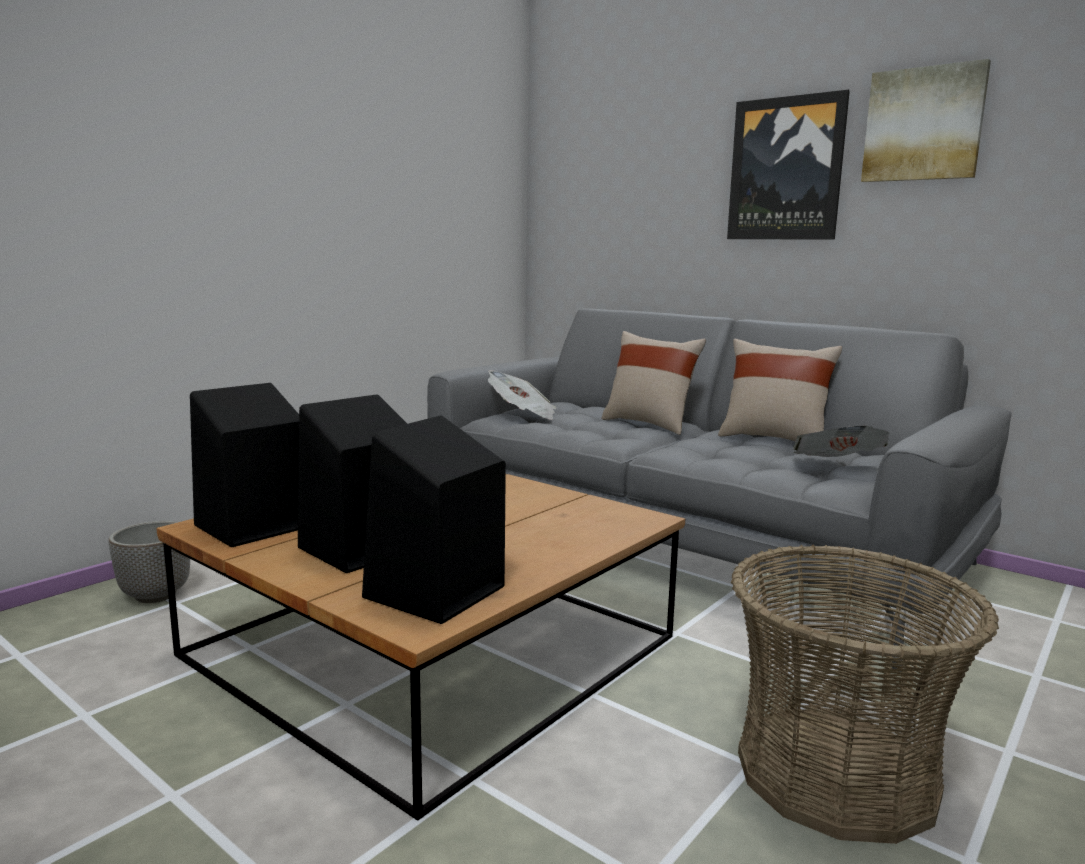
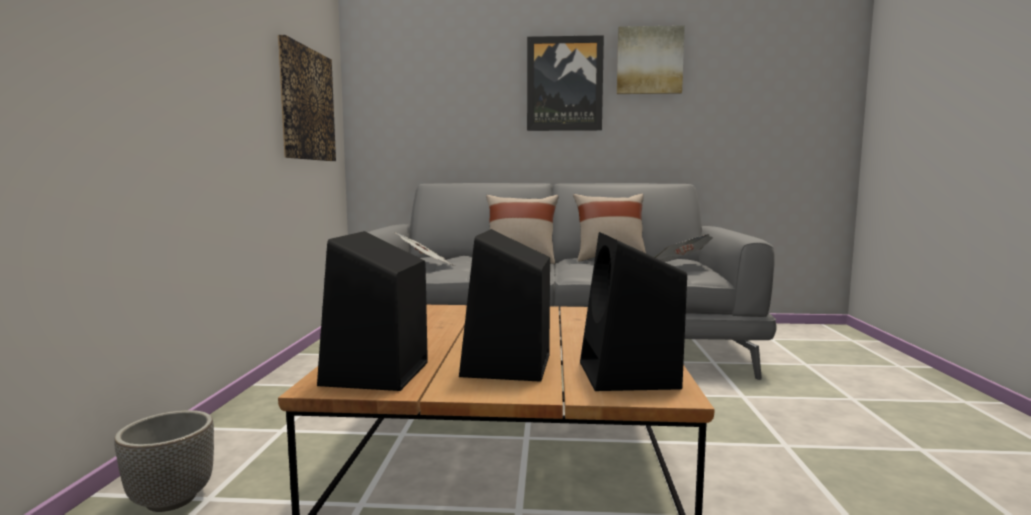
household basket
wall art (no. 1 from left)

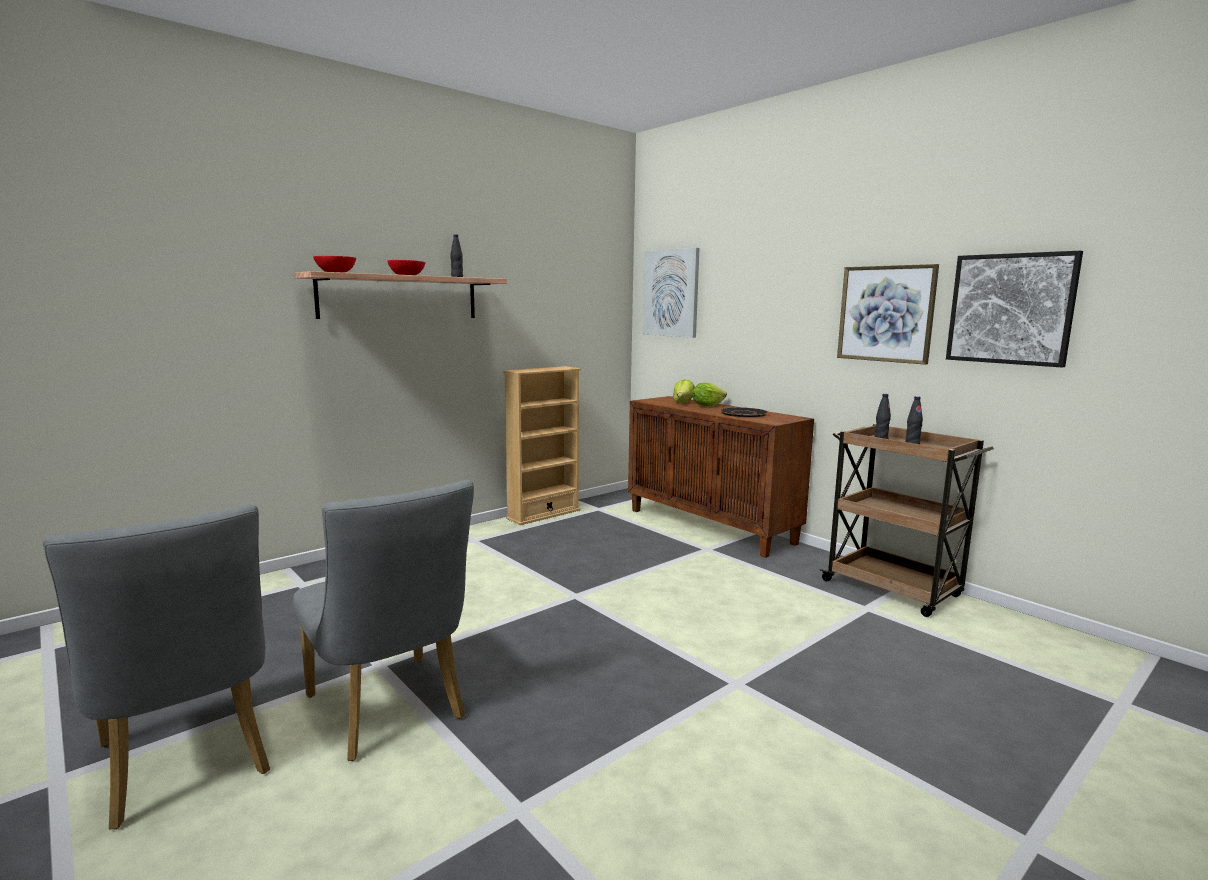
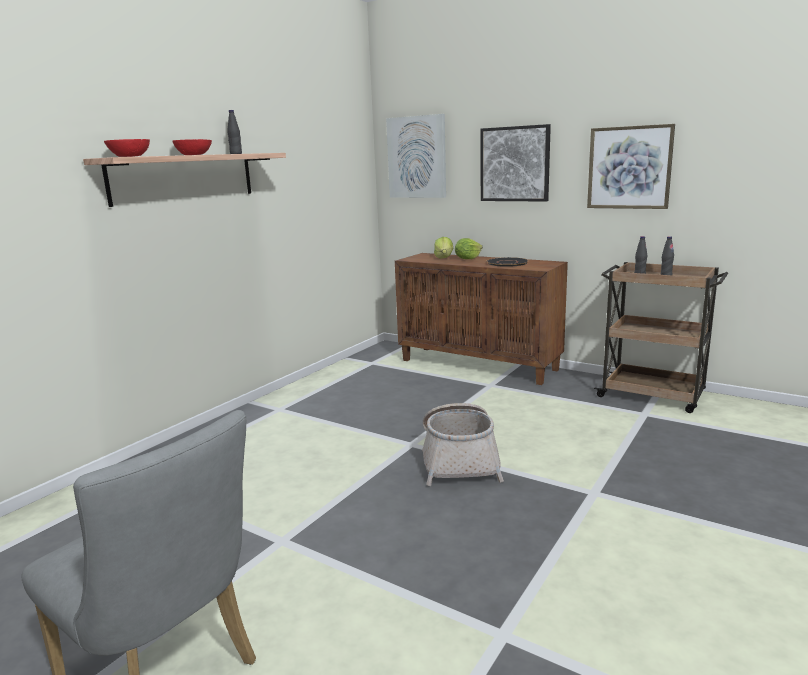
wall art (no. 2 from left)
beige-coloured bookshelf
gray upright chair (no. 2 from left in the first image)
household basket

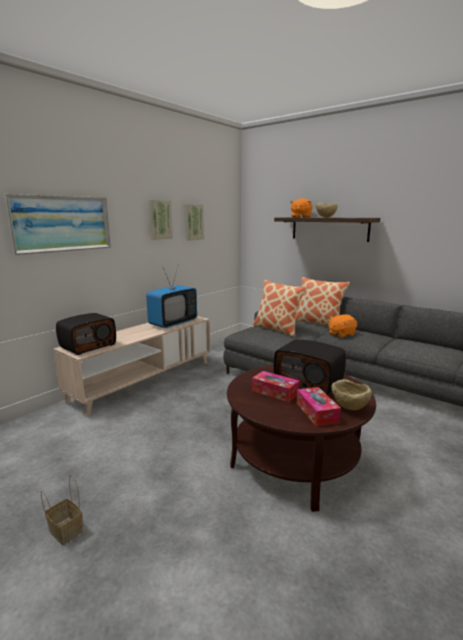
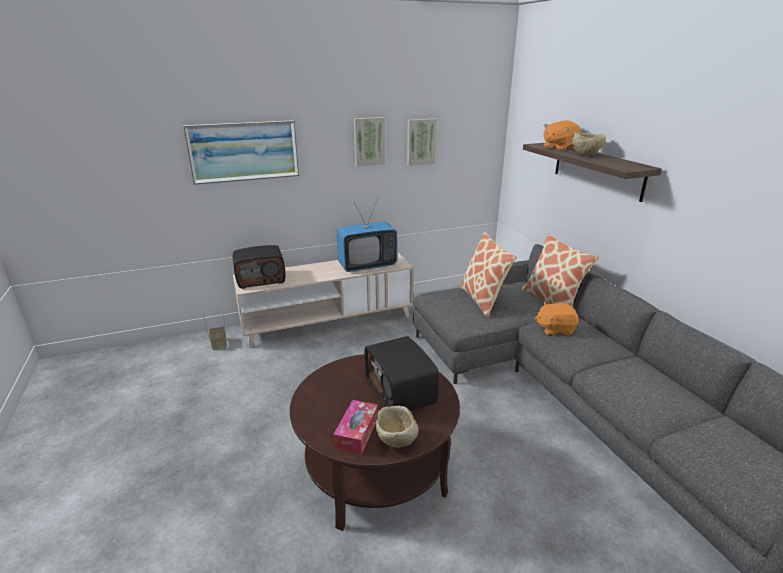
box of tissues (no. 1 from left in the first image)
household basket

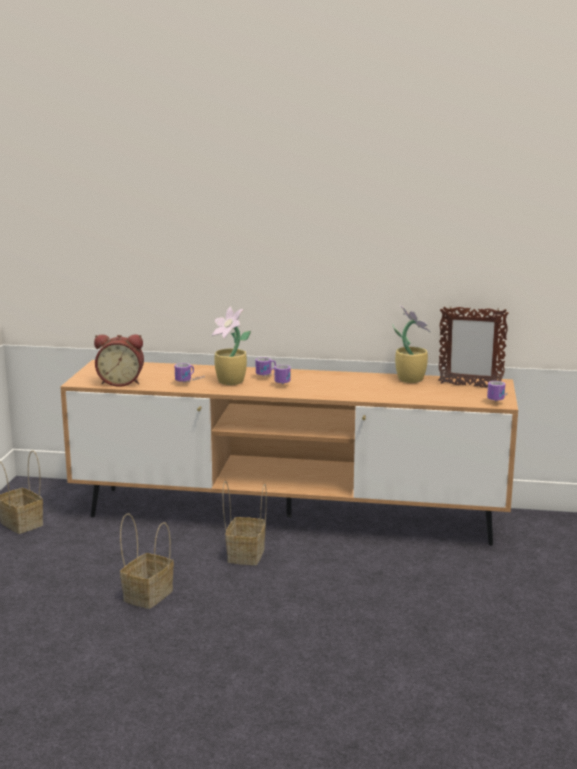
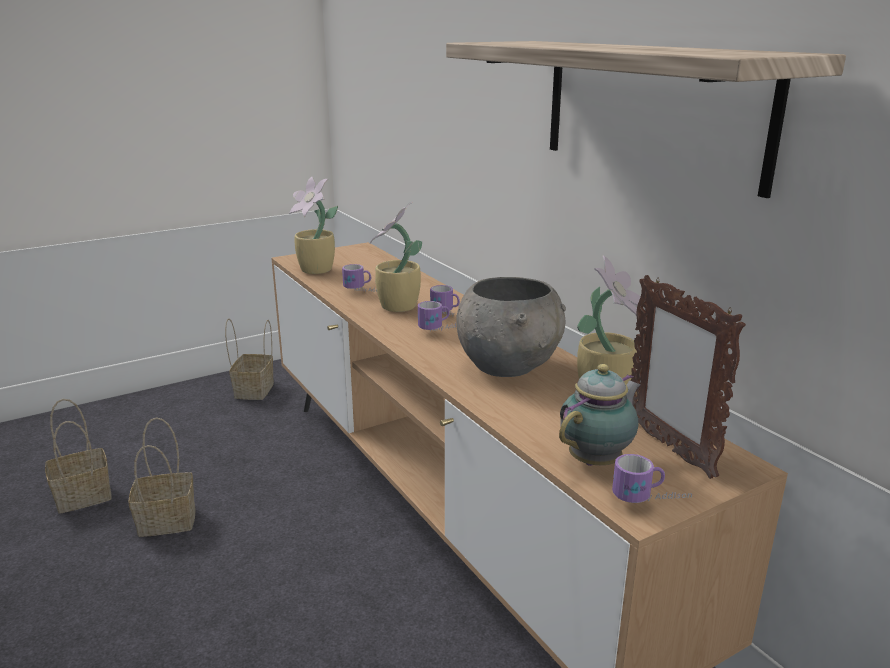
houseplant (no. 1 from left)
household basket (no. 1 from left)
bracket shelf
gray serving bowl
tea pot

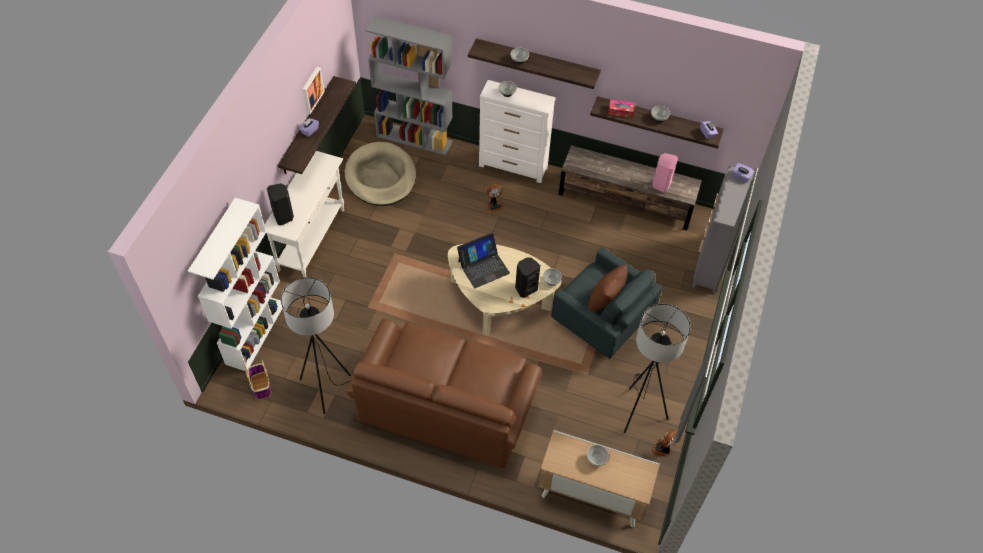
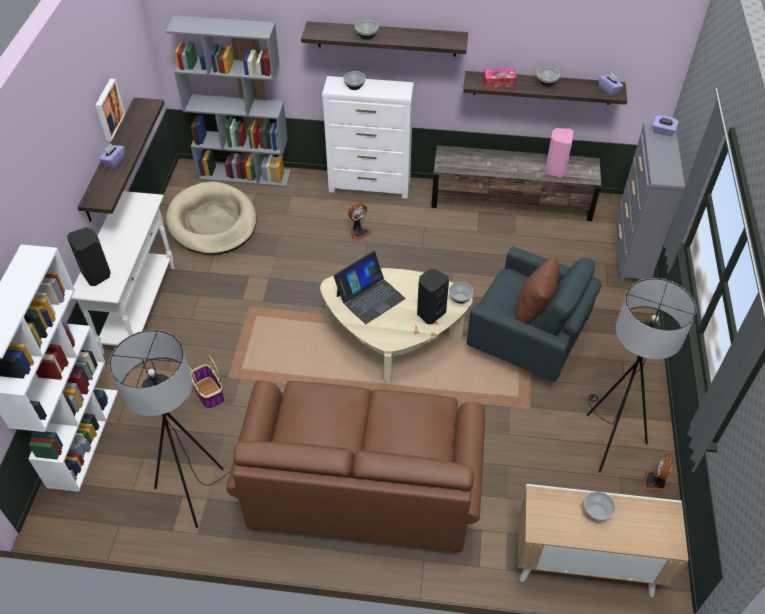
household basket

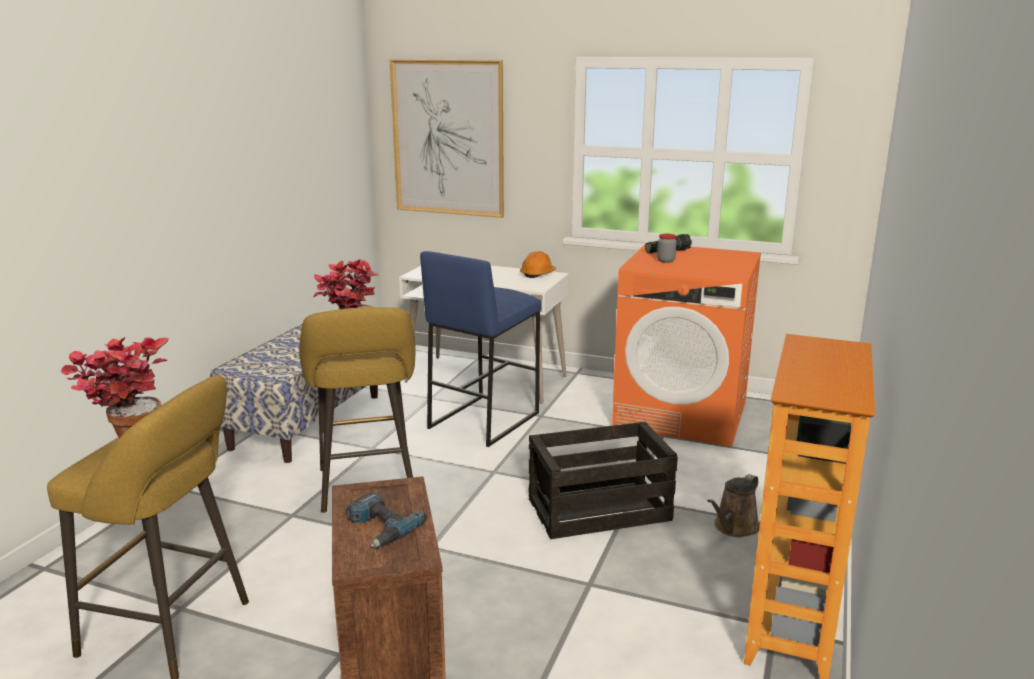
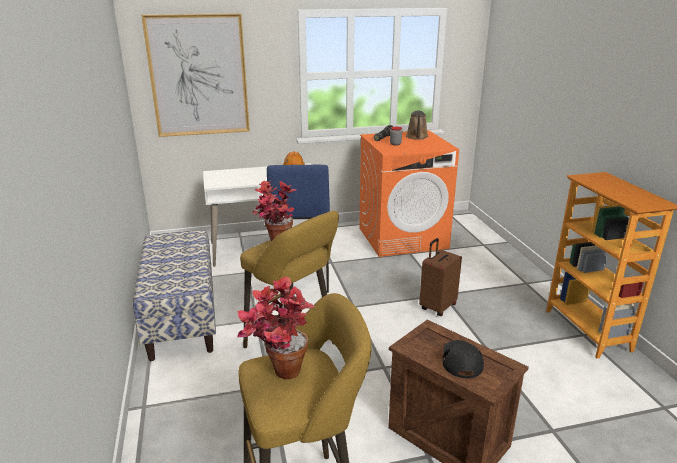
brownish suitcase
brownish watering can
black baseball cap

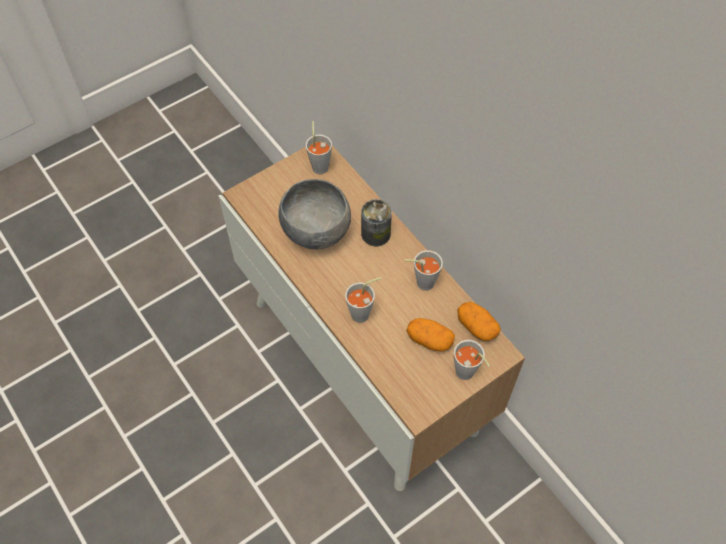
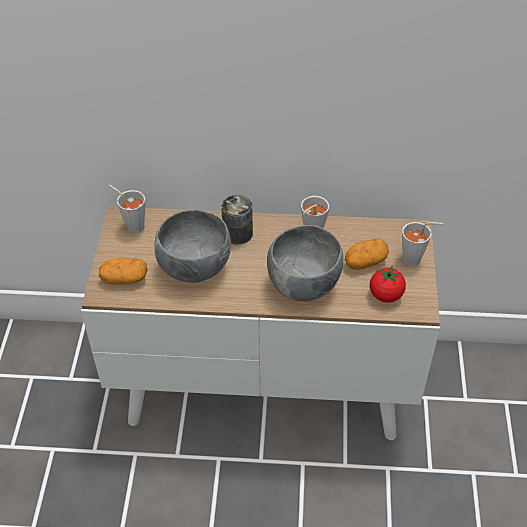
gray serving bowl (no. 2 from left)
potato (no. 1 from left)
tomato

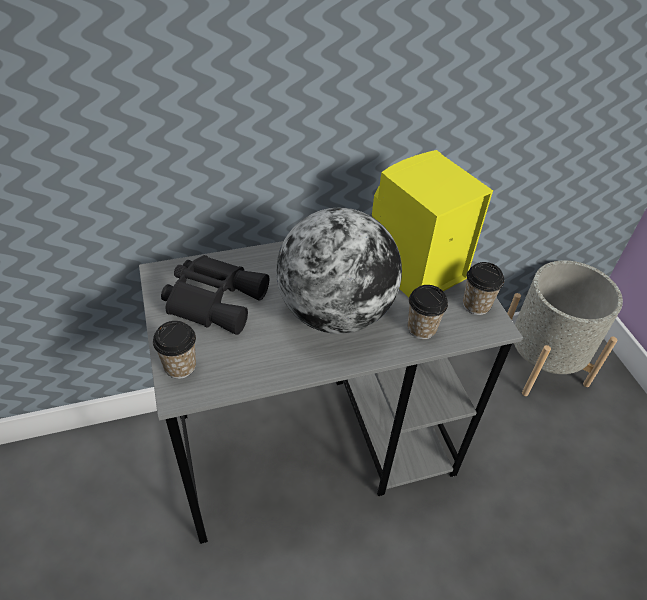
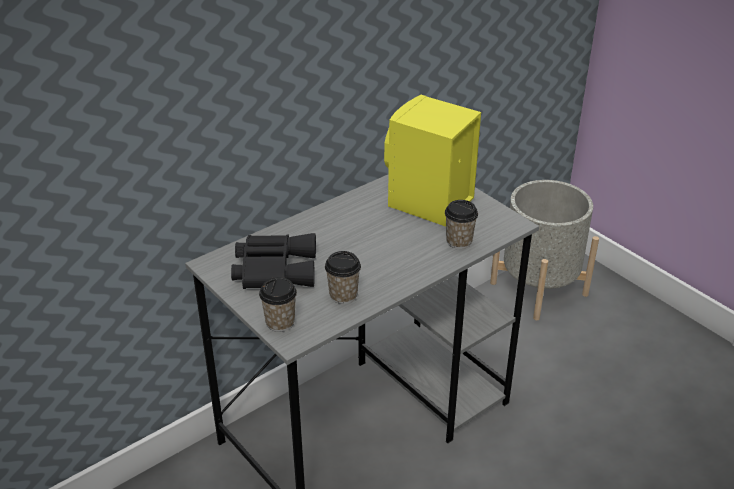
desk globe
small cup (no. 2 from left)

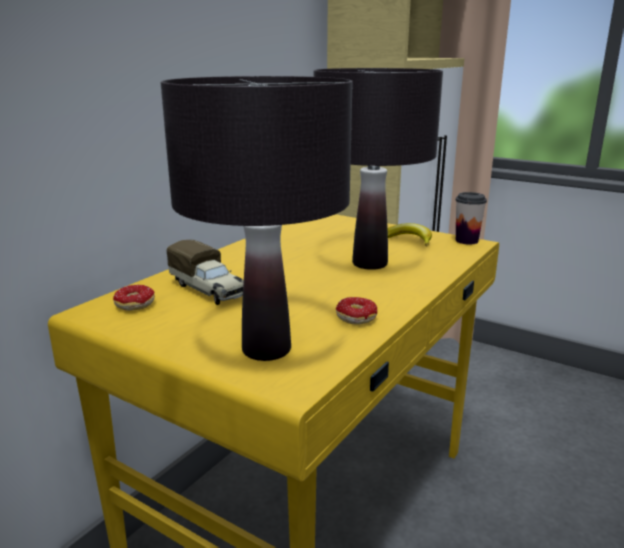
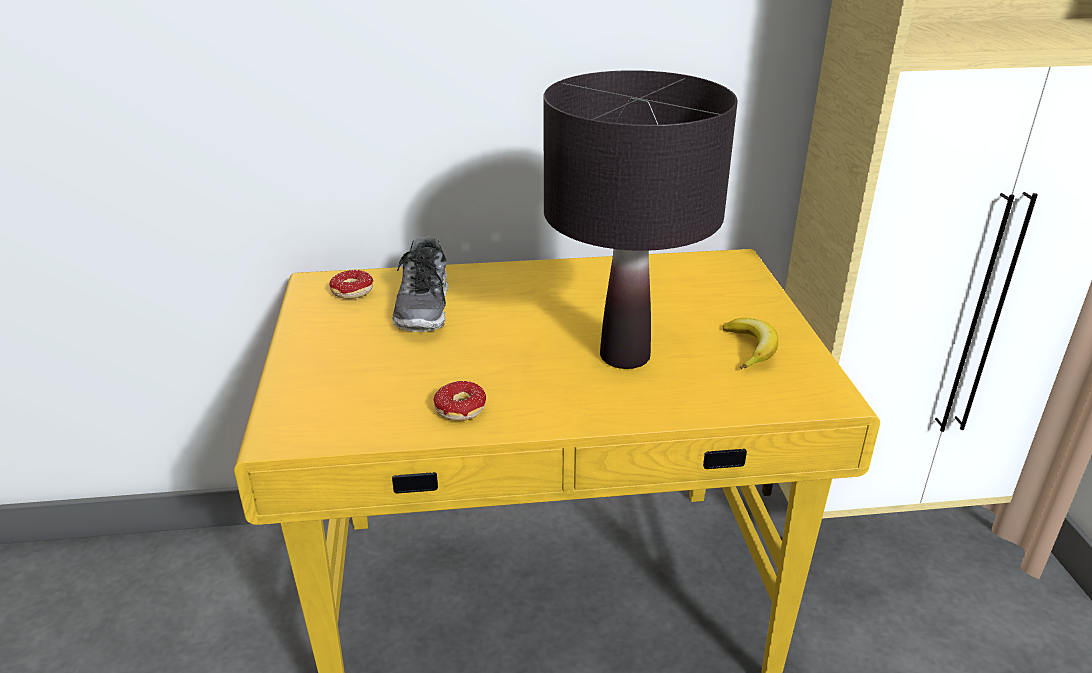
black tabletop lamp (no. 1 from left in the first image)
small cup
shoe

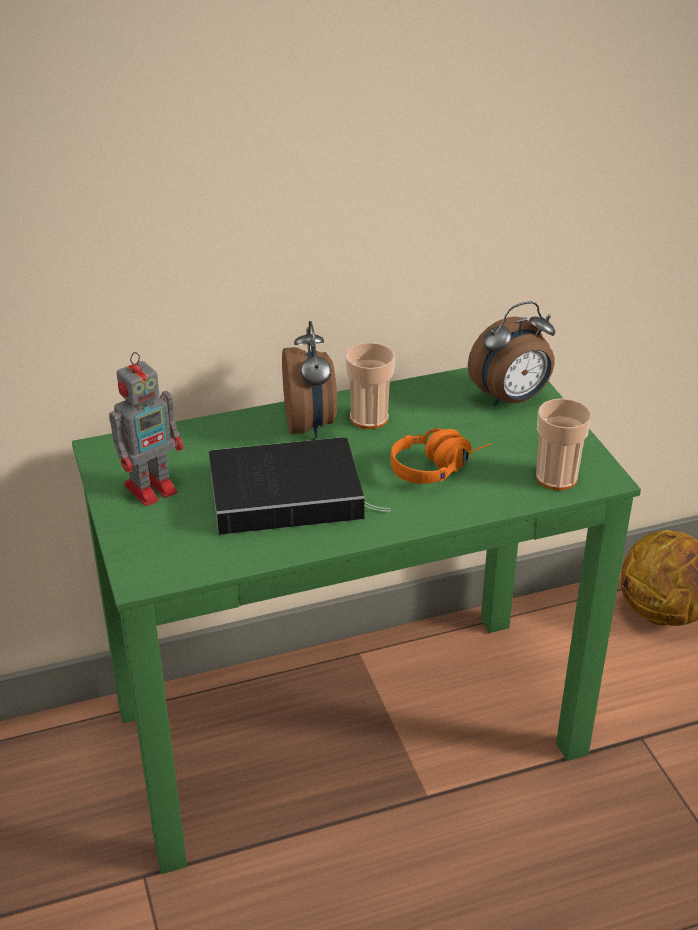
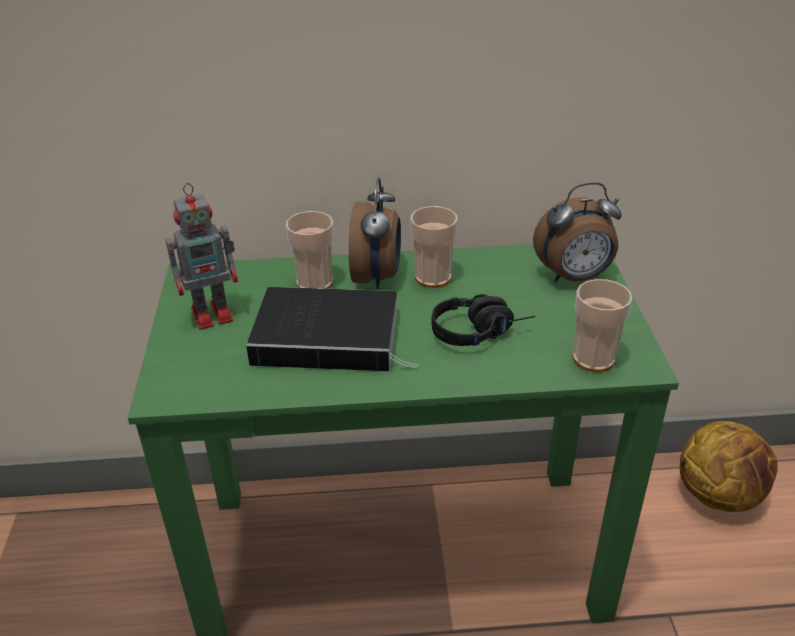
black pair of headphones
small cup (no. 1 from left)

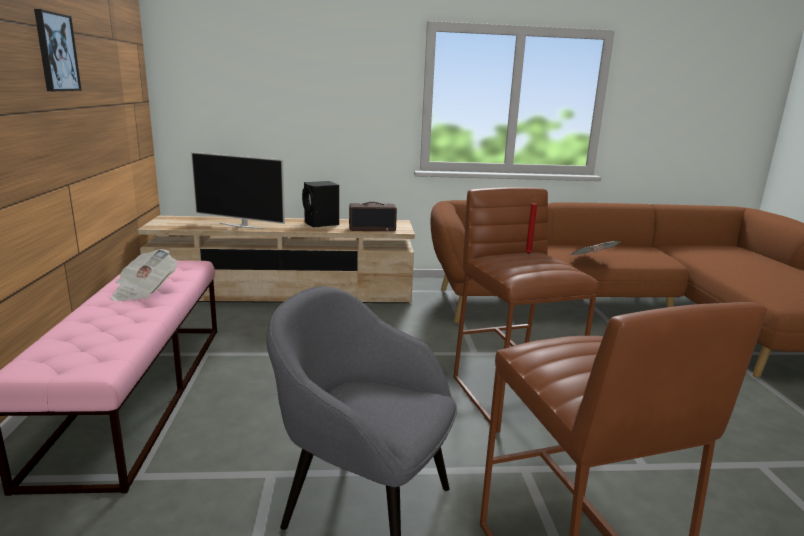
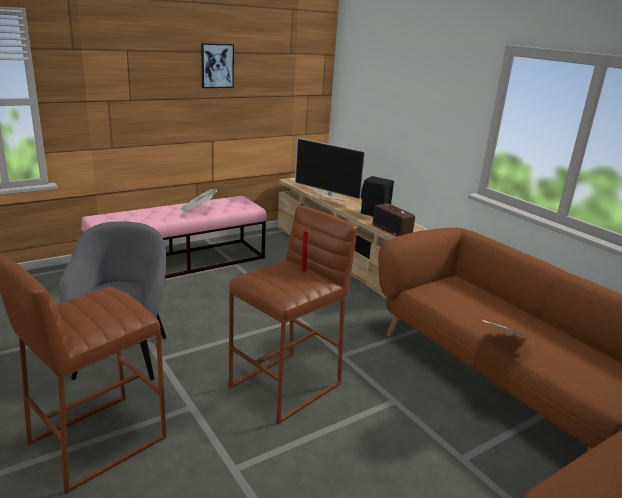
television

